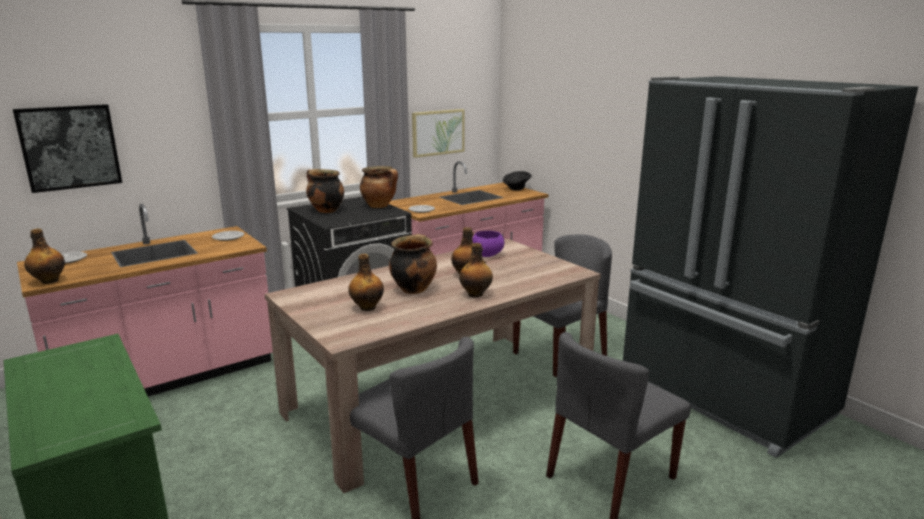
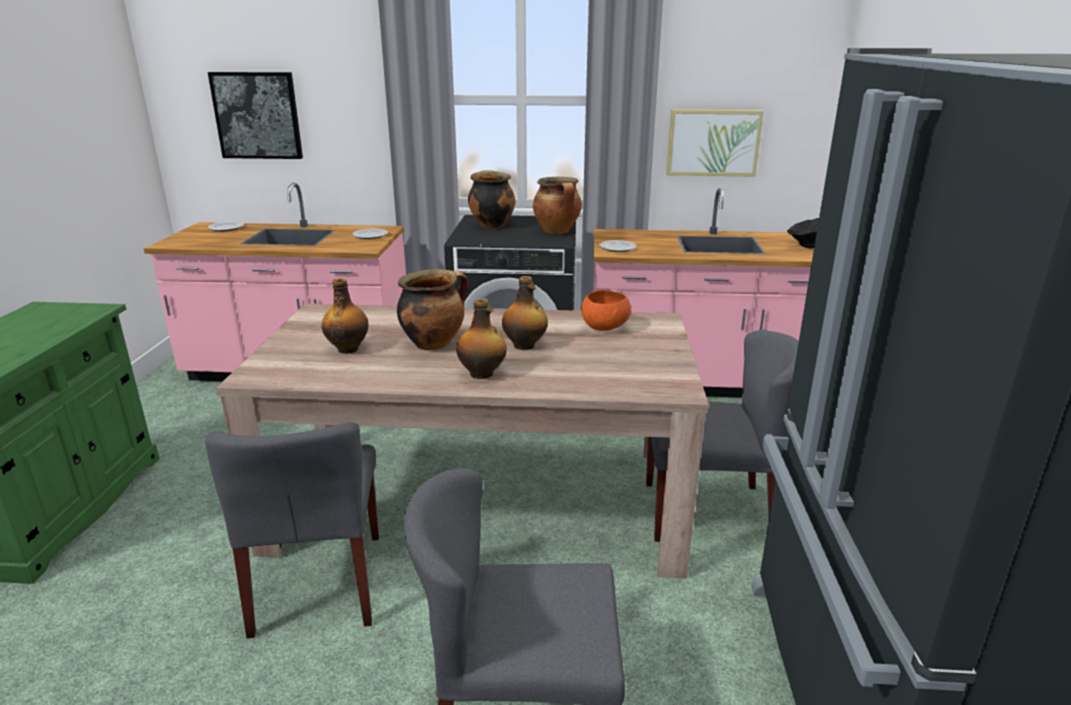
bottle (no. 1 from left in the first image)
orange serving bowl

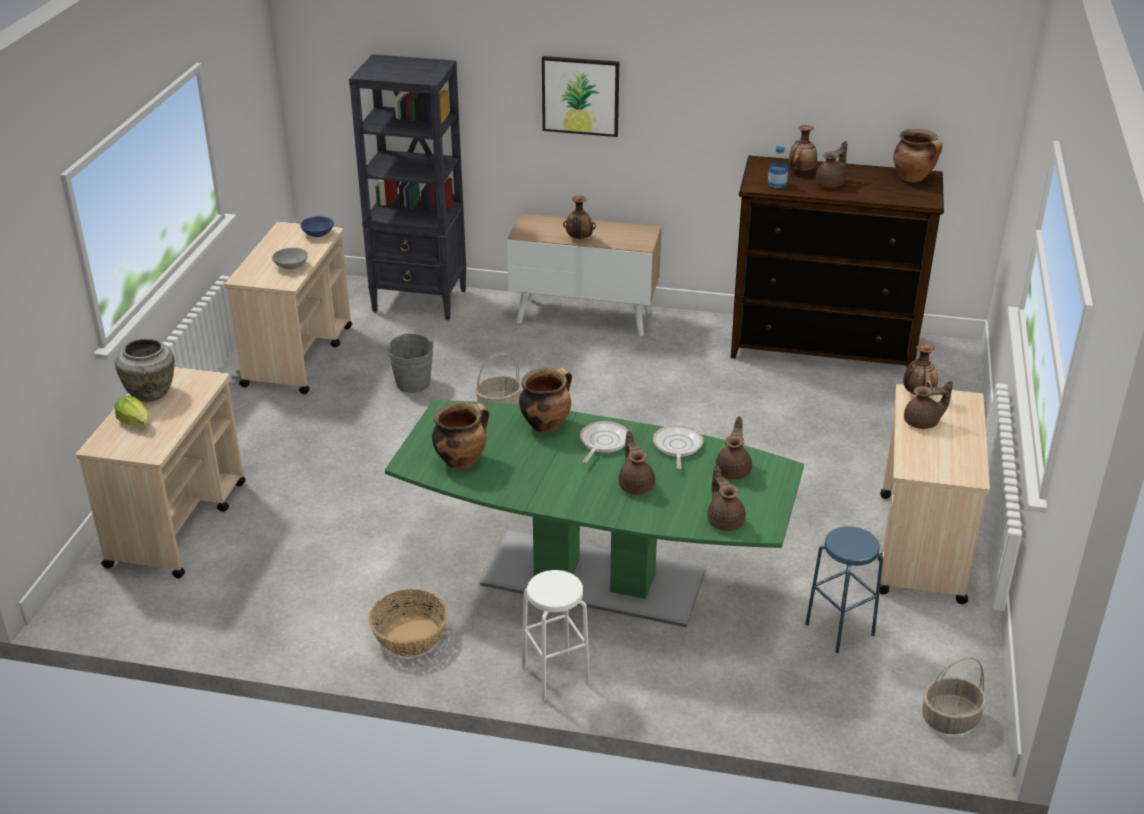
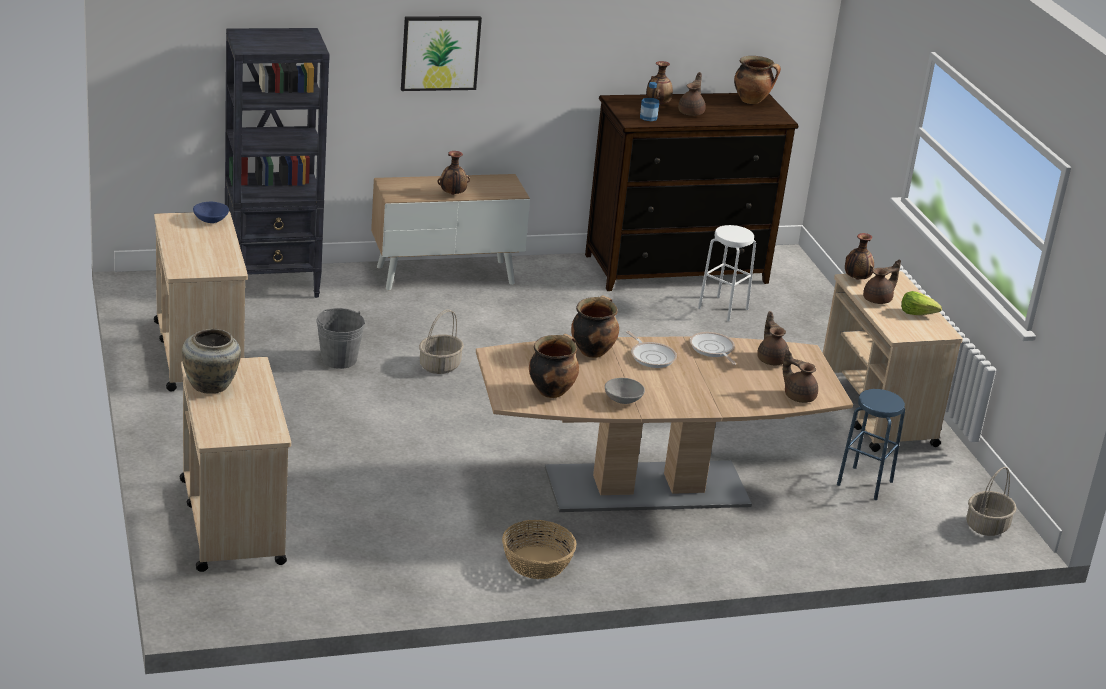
gray serving bowl
lettuce head
brownish kitchen table
skillet (no. 1 from left)
brownish tea pot (no. 1 from left in the first image)
white stool

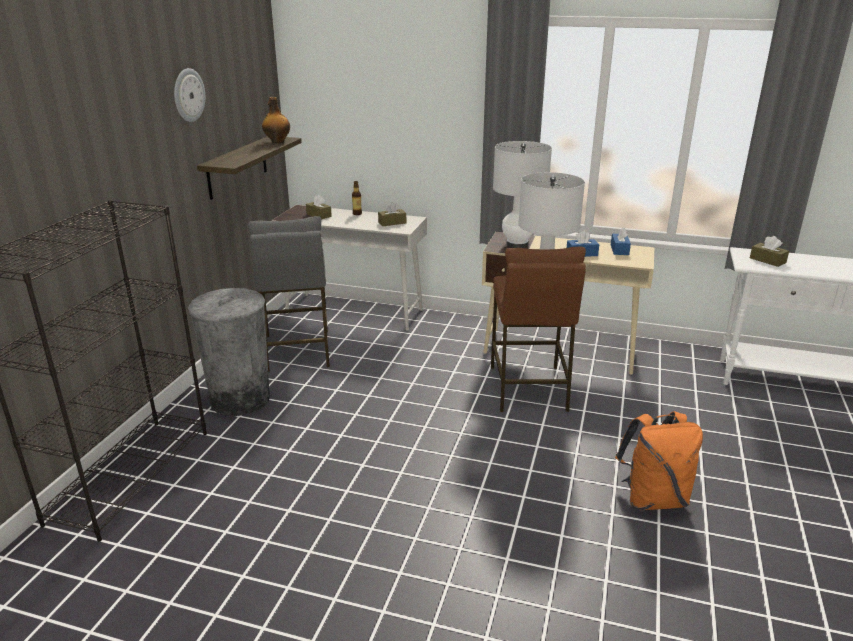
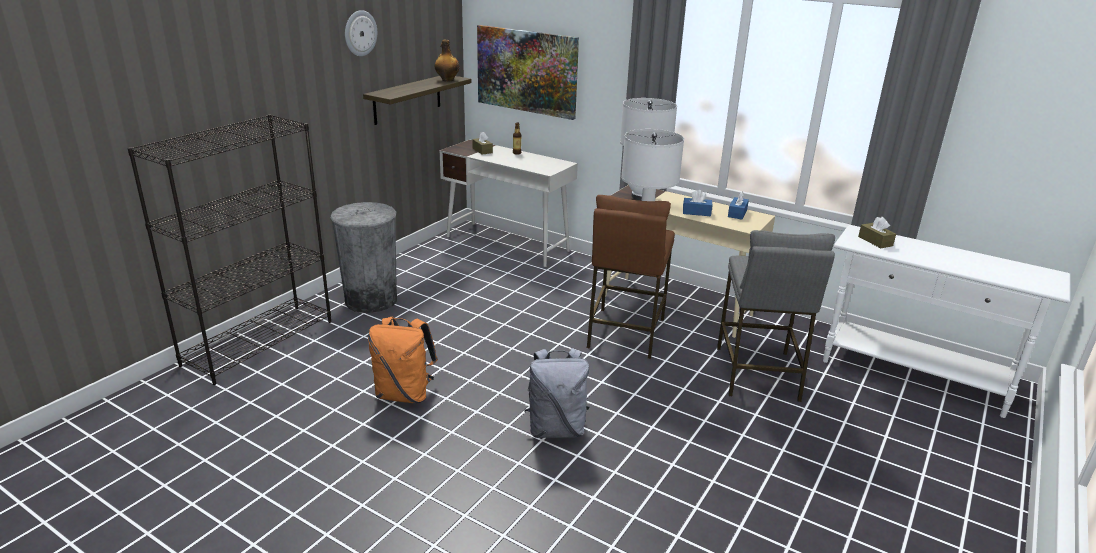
brownish box of tissues (no. 2 from left in the first image)
gray stool
orange rucksack
wall art
gray rucksack

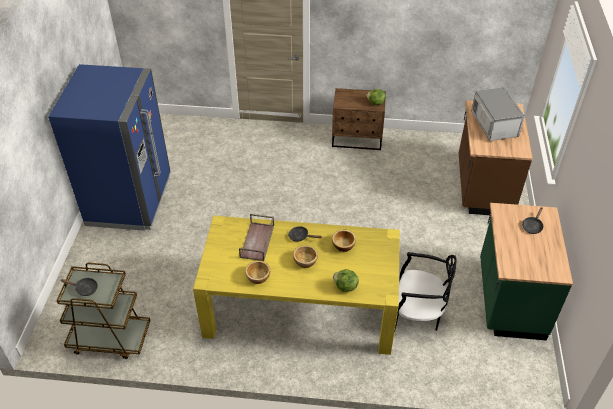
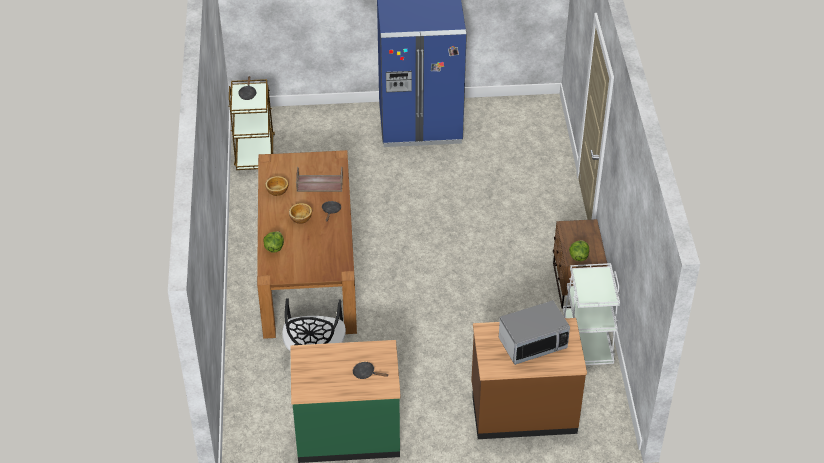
brownish kitchen table
serving bowl (no. 3 from left in the first image)
white wheeled cart

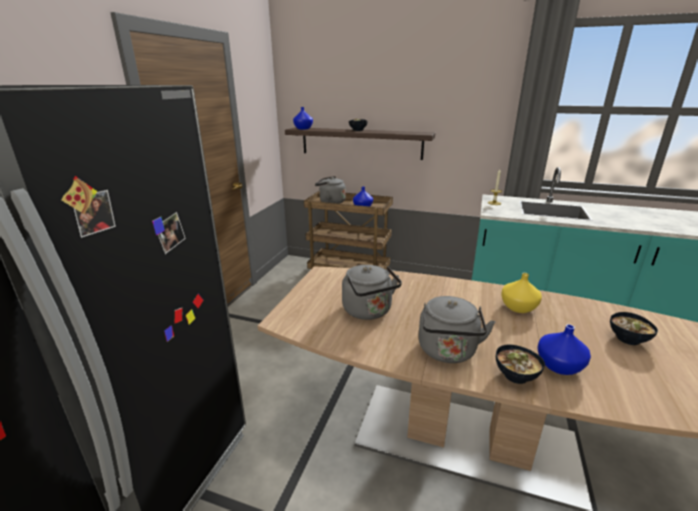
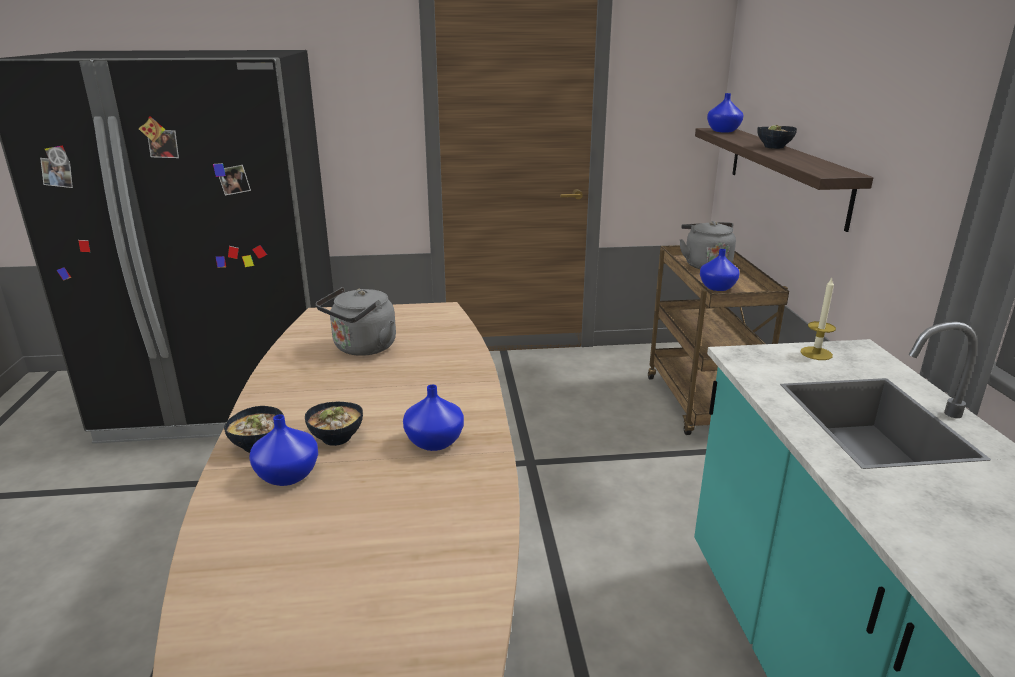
blue vase (no. 2 from left)
gray water kettle (no. 3 from left in the first image)
serving bowl (no. 2 from left)

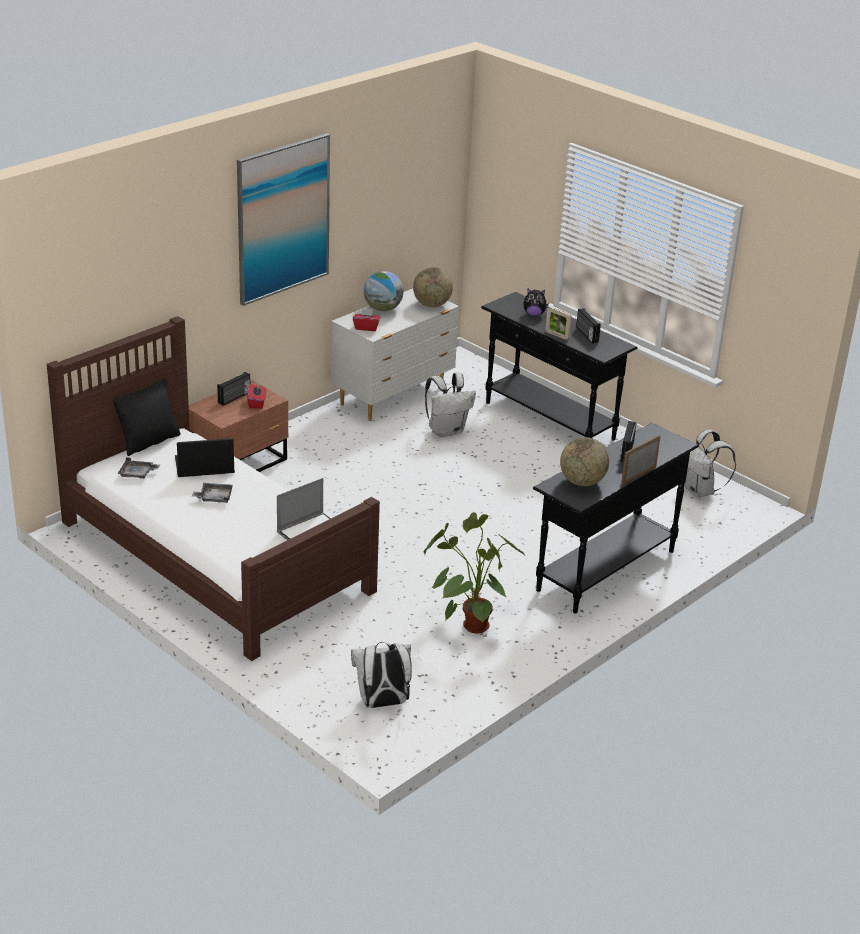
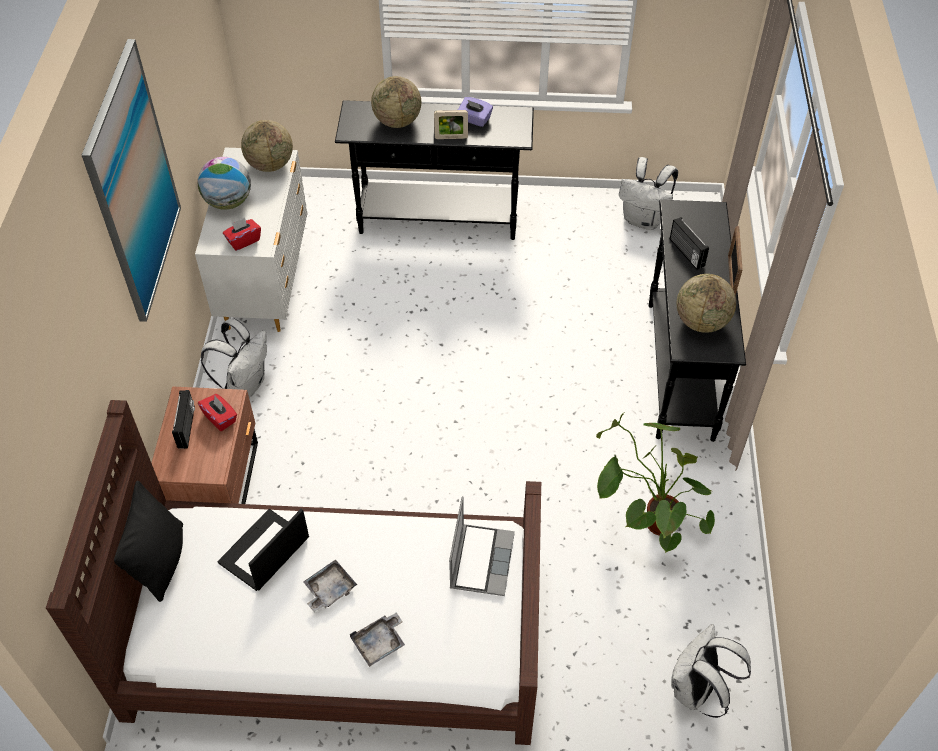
desk globe (no. 3 from left)
purple-coloured box of tissues
white rucksack (no. 1 from left)
gray carrying tray (no. 2 from left)

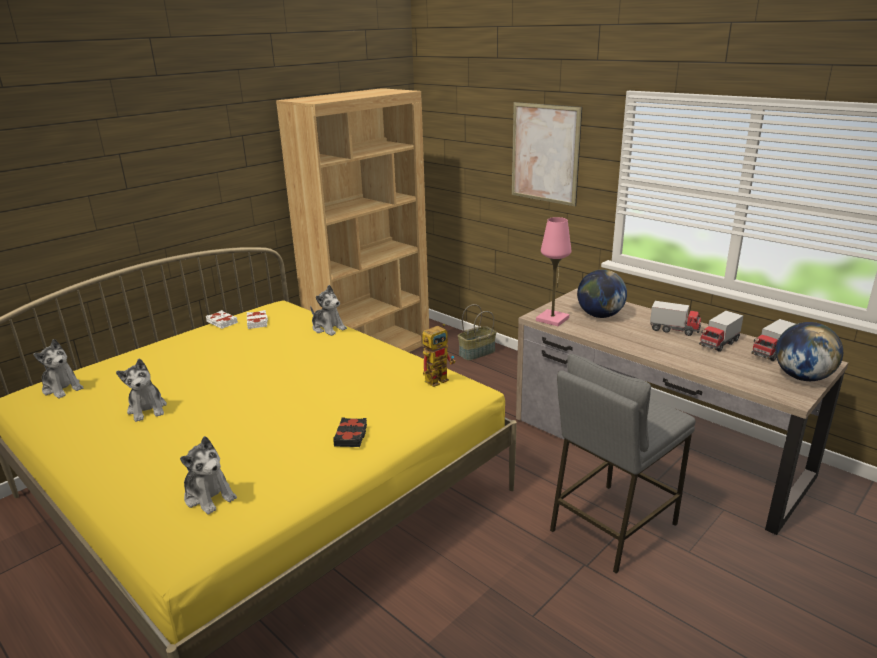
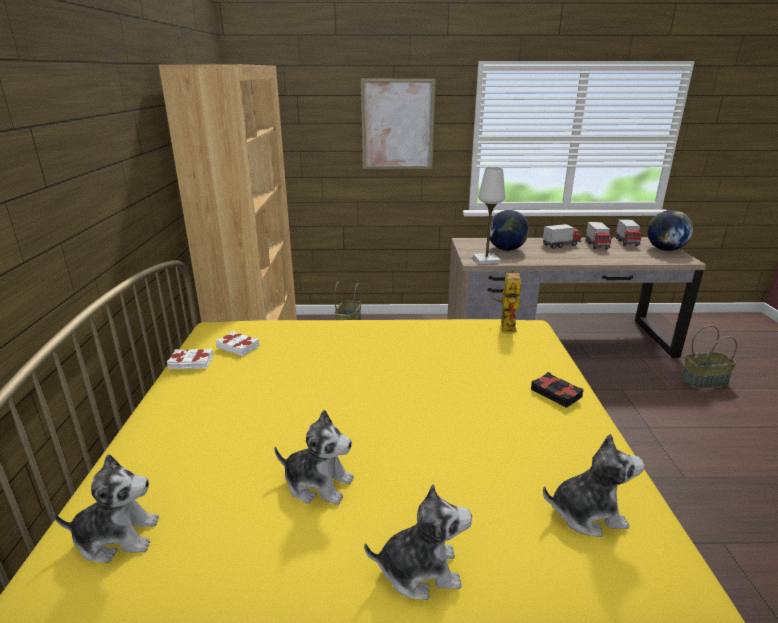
white tabletop lamp
plush toy (no. 3 from left)
gray stool
household basket (no. 2 from left)

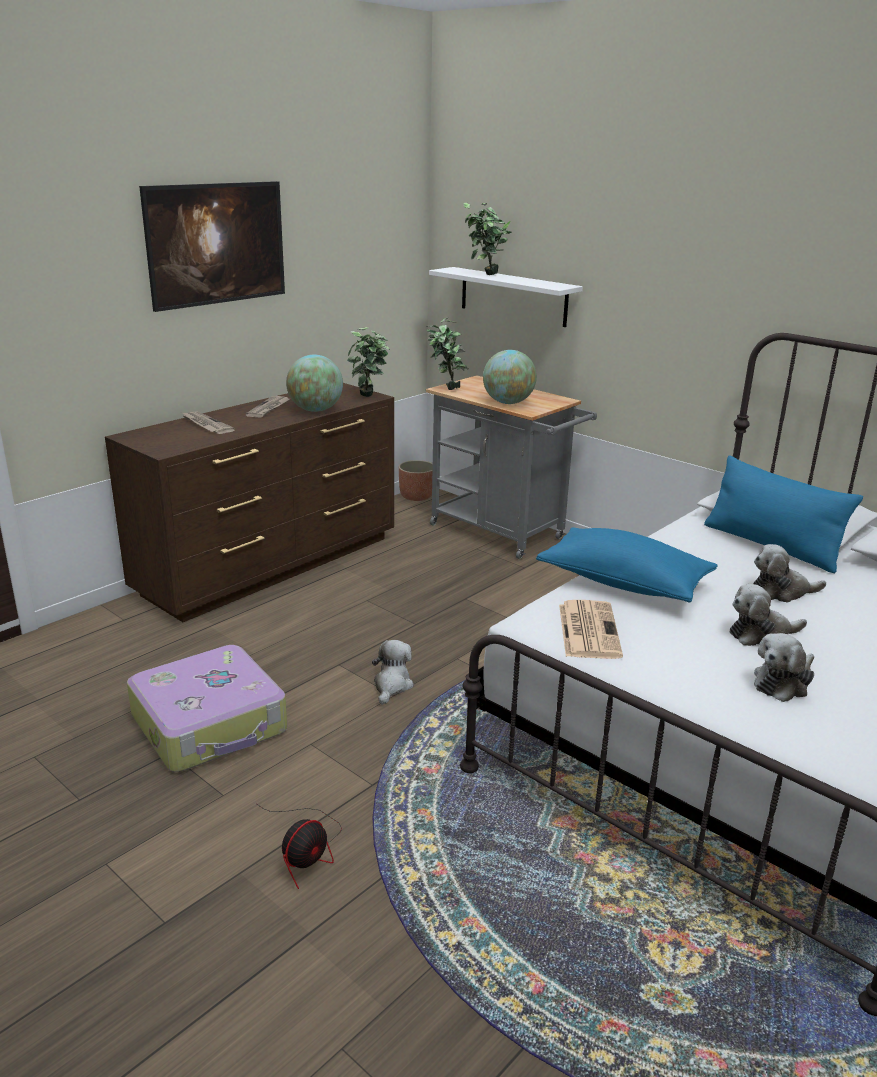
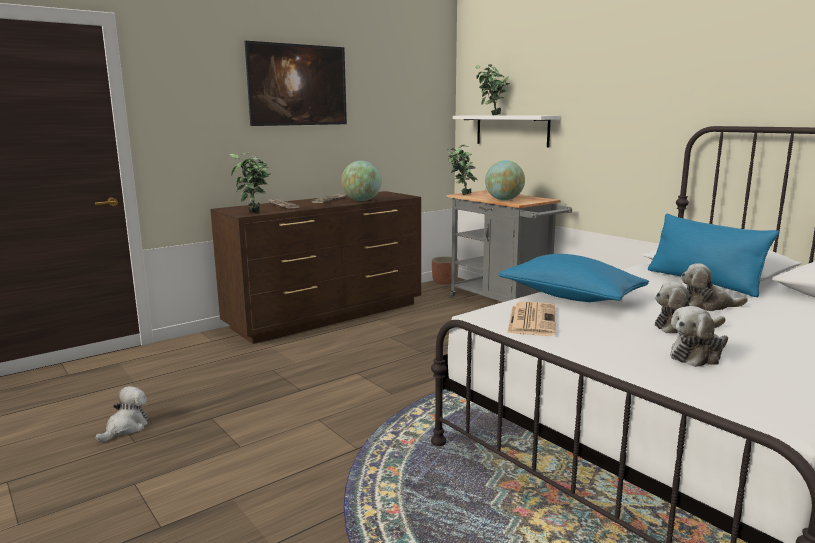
houseplant (no. 1 from left)
plush toy (no. 1 from left)
suitcase
cooling fan

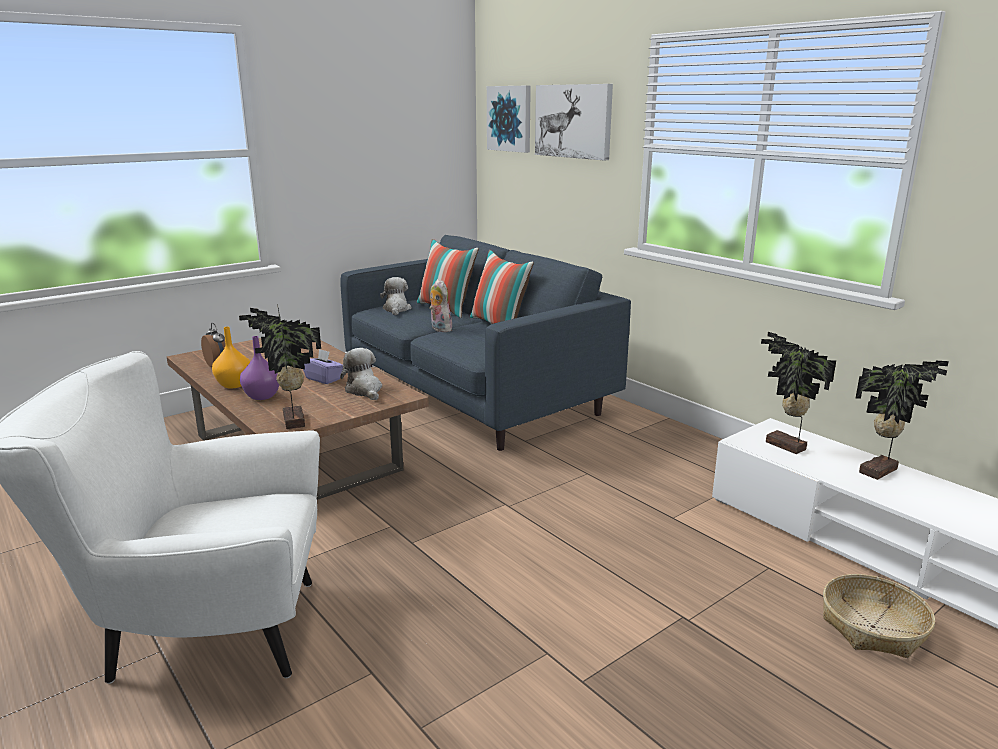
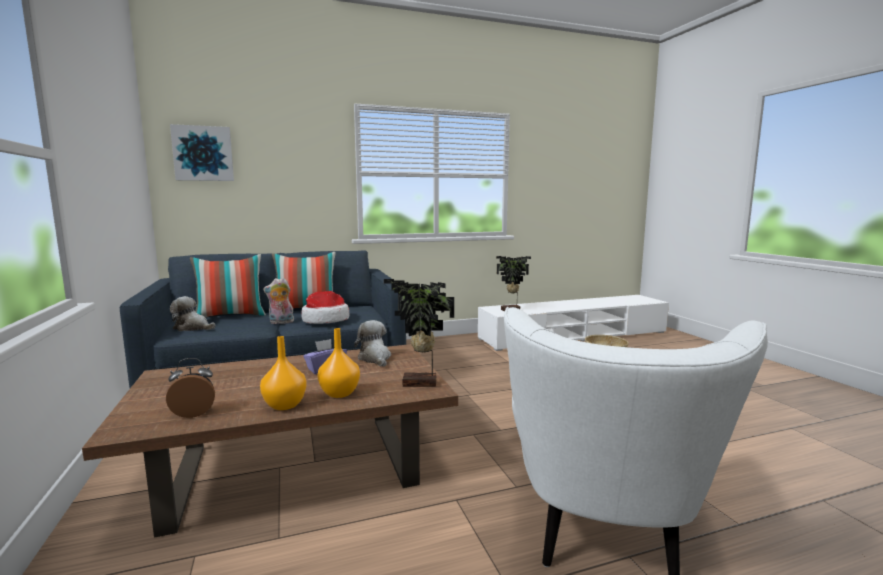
wall art (no. 2 from left in the first image)
orange vase (no. 2 from left)
plush toy (no. 3 from left)
houseplant (no. 3 from left in the first image)
clothing hat

